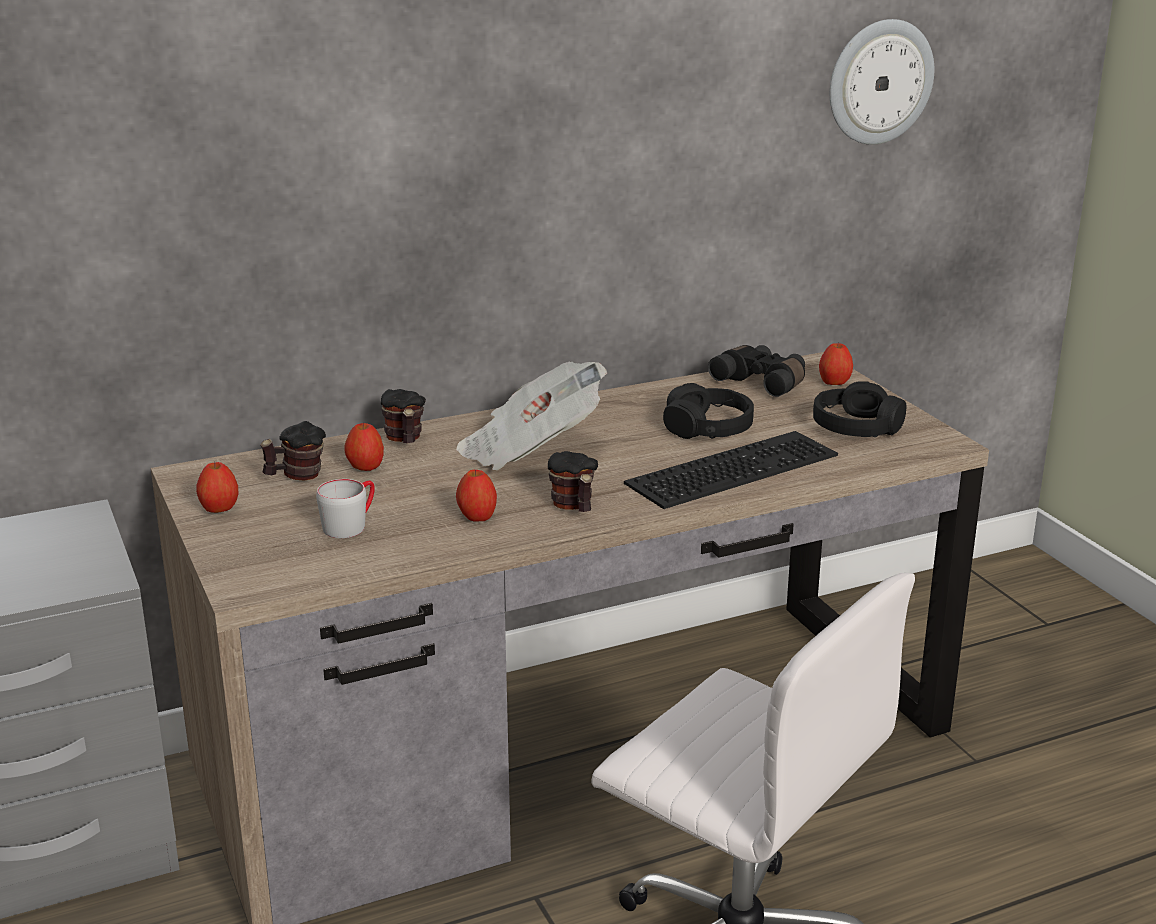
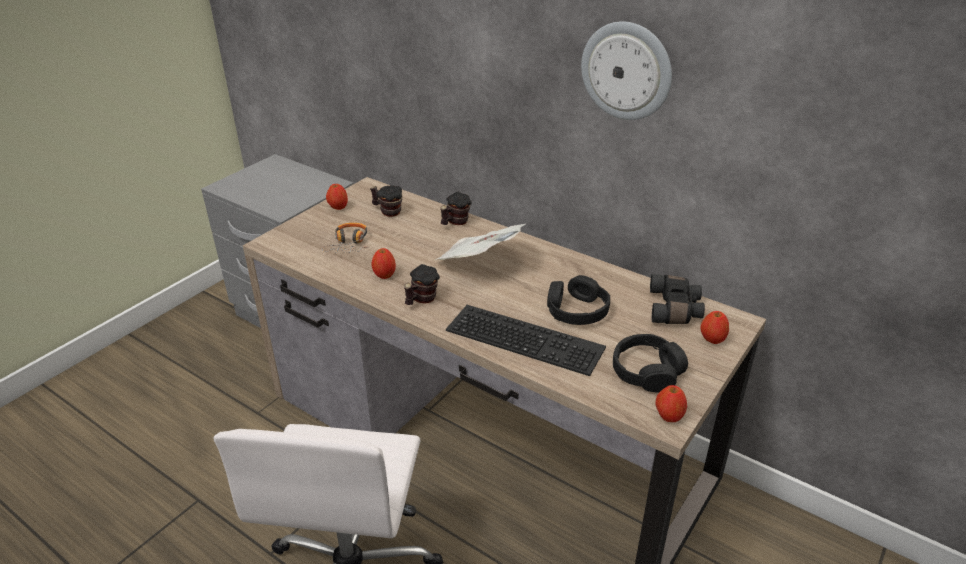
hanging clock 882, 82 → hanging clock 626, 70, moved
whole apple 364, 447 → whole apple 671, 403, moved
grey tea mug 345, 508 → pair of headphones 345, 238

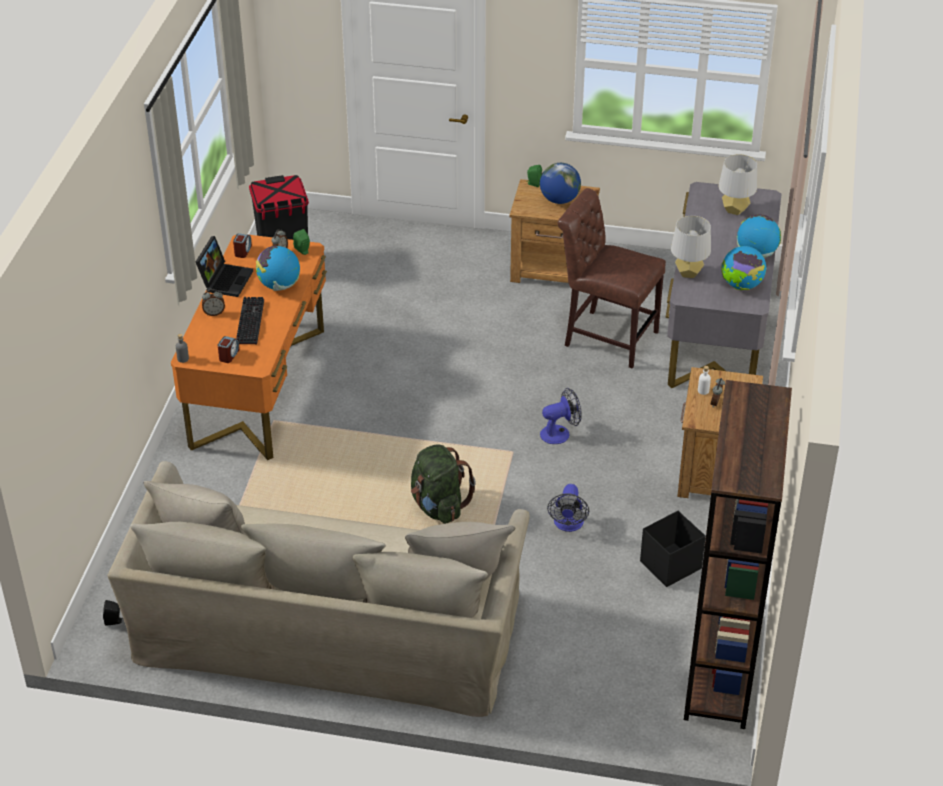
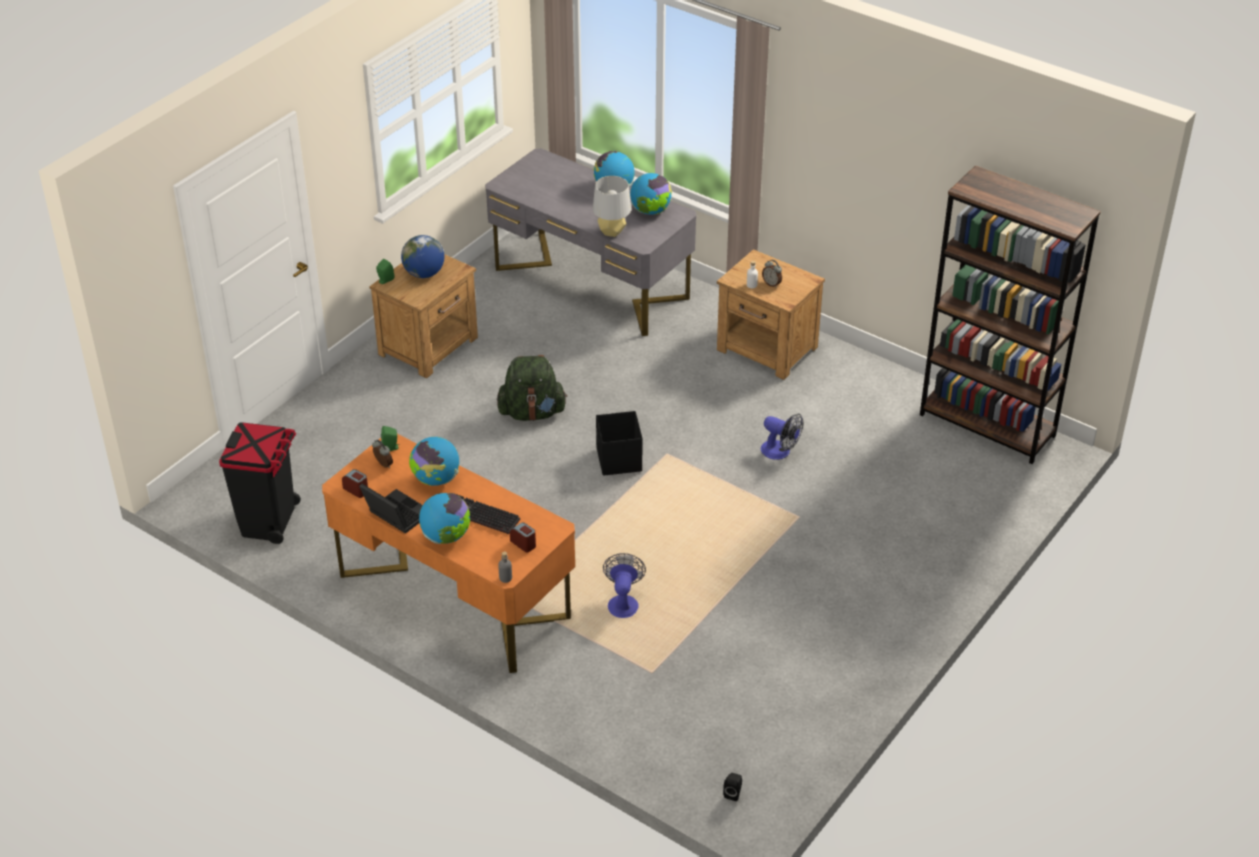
grey tabletop lamp 738, 184 → -
brown upright chair 612, 278 → -
bedside clock 213, 302 → desk globe 444, 518
cooling fan 561, 416 → cooling fan 624, 585, moved
green rucksack 443, 484 → green rucksack 532, 388, moved
beige-coloured sofa 319, 589 → -
black storage container 673, 549 → black storage container 619, 443, moved

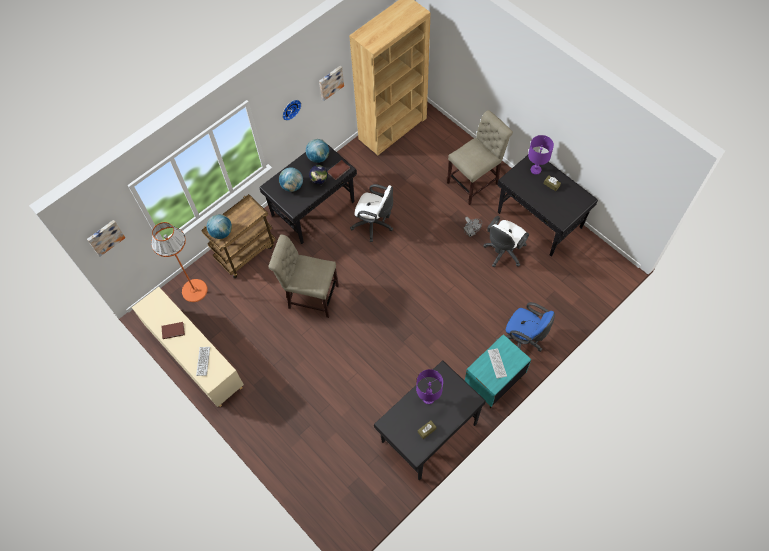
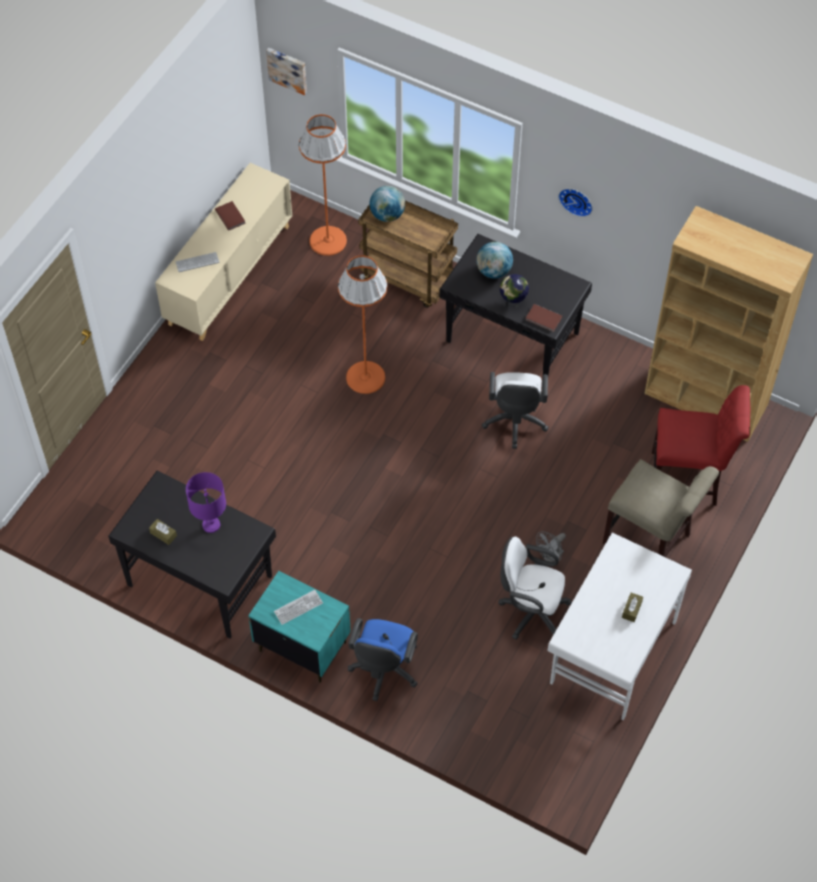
wall art 331, 83 → -
purple tabletop lamp 541, 155 → -
desk globe 317, 151 → -
black desk unit 547, 206 → whitish desk unit 619, 626
beige-coloured upright chair 303, 276 → orange-coloured standard lamp 362, 325
- → red-coloured upright chair 701, 445

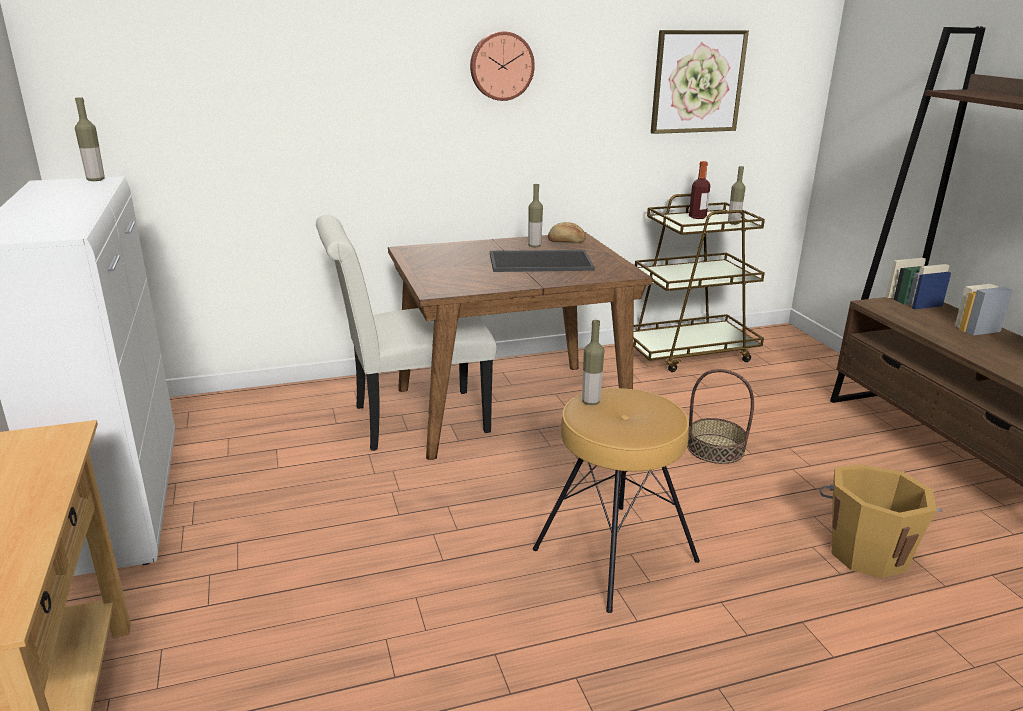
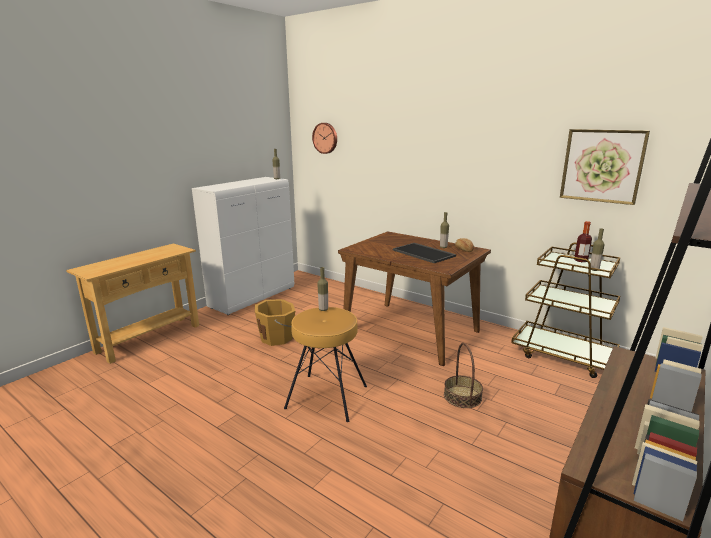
hanging clock 502, 66 → hanging clock 324, 138, moved
whitish upright chair 406, 333 → -
orange-coloured pail 881, 521 → orange-coloured pail 275, 322, moved

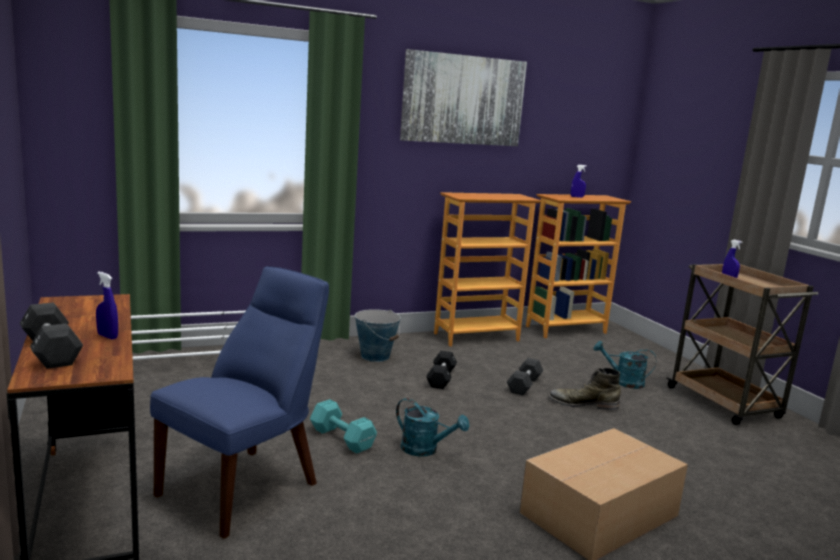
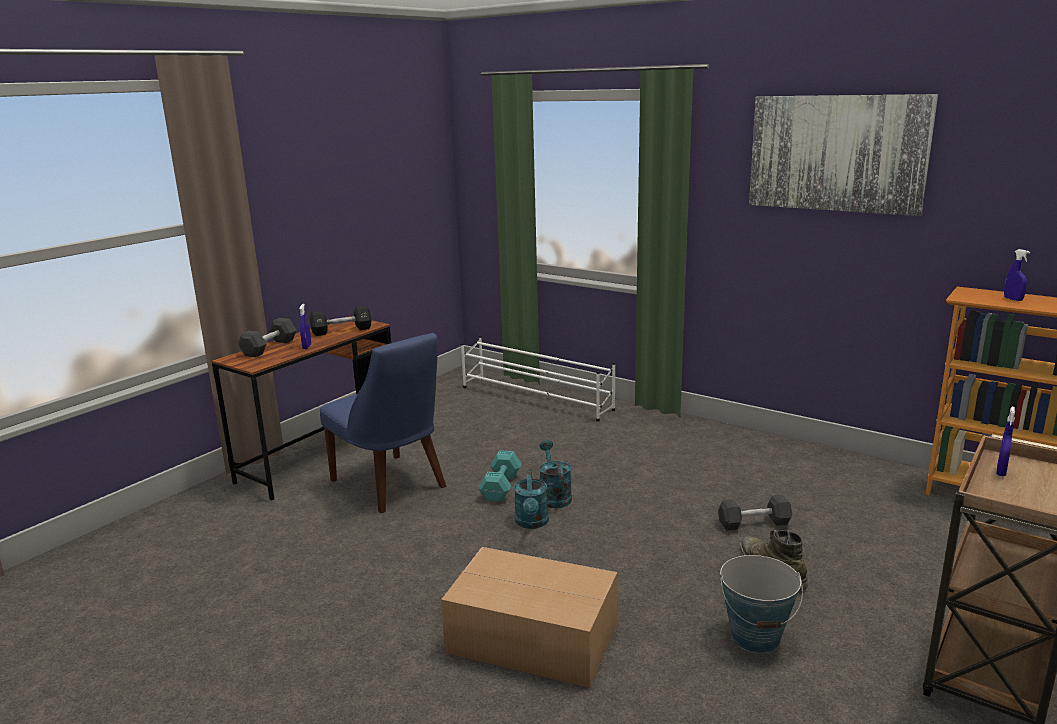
shelving unit 487, 269 → -
bluish upright chair 239, 402 → bluish upright chair 383, 423, 45 degrees clockwise
pail 378, 335 → pail 761, 604, moved
blue-green watering pot 624, 365 → blue-green watering pot 555, 474, moved
black dumbbell 441, 370 → black dumbbell 340, 320, moved

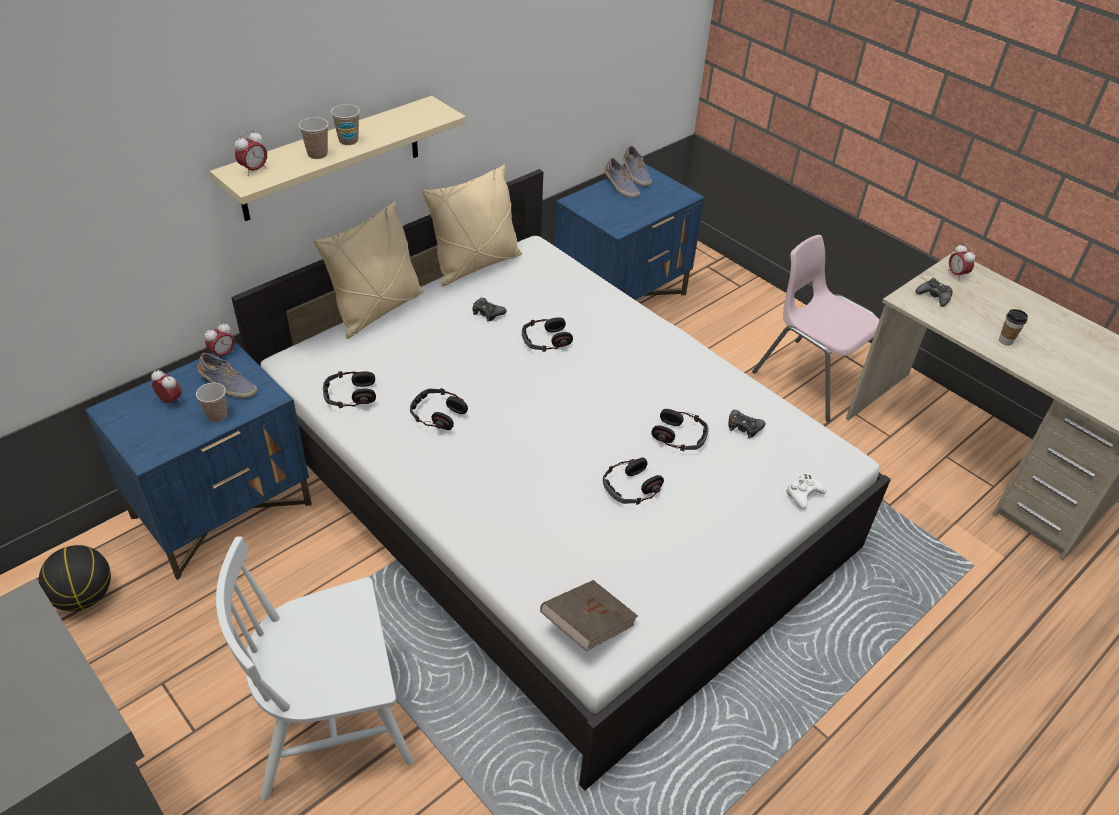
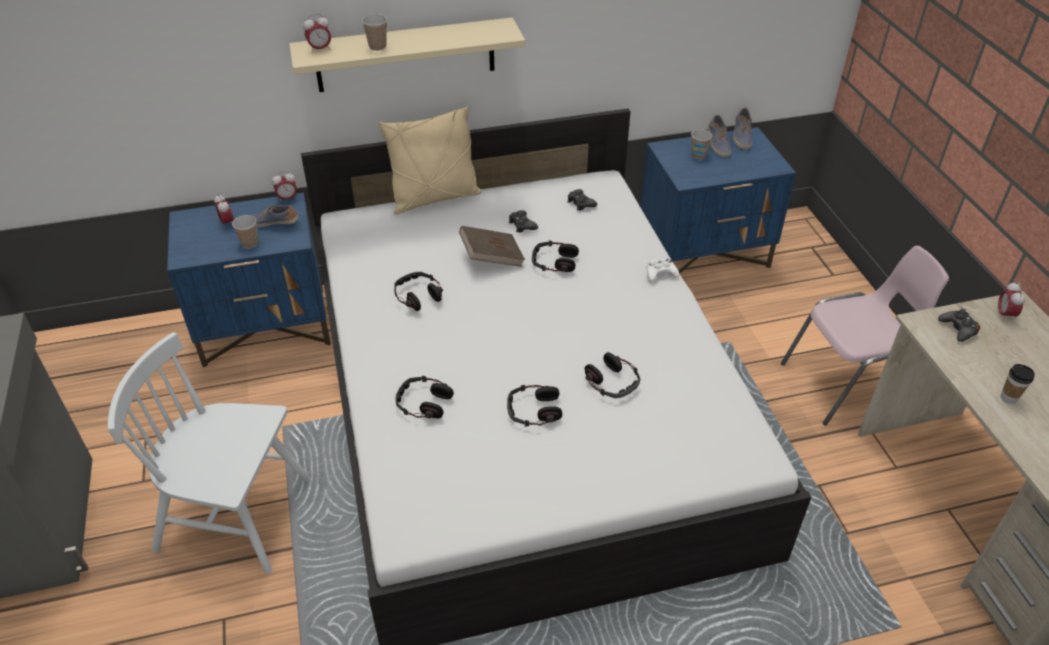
cup 345, 124 → cup 701, 144, moved
beige-coloured throw pillow 472, 226 → -
pink-coloured upright chair 816, 328 → pink-coloured upright chair 865, 336, 90 degrees clockwise
low shoe 227, 375 → low shoe 275, 216, 135 degrees clockwise
pair of headphones 349, 389 → pair of headphones 424, 397, moved
black joypad 747, 424 → black joypad 582, 200, moved
whitish joypad 806, 492 → whitish joypad 663, 270, moved
ball for basketball 75, 578 → -
brown volume 589, 615 → brown volume 492, 246, moved

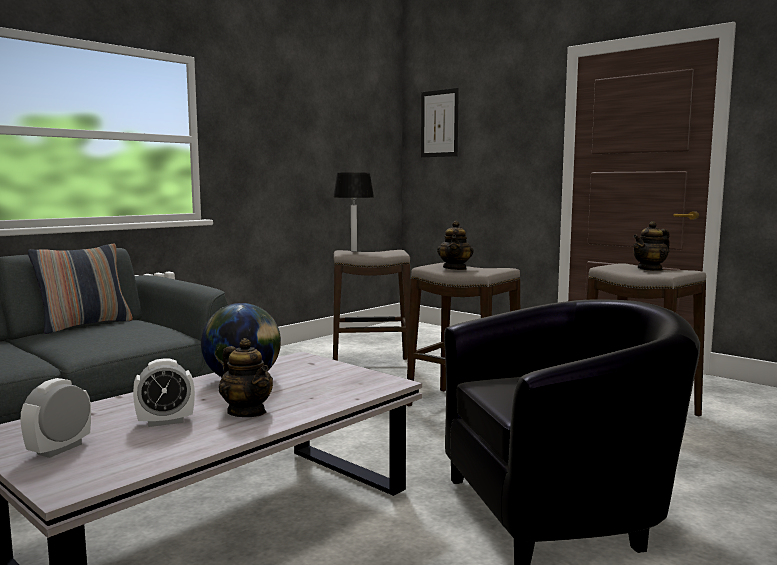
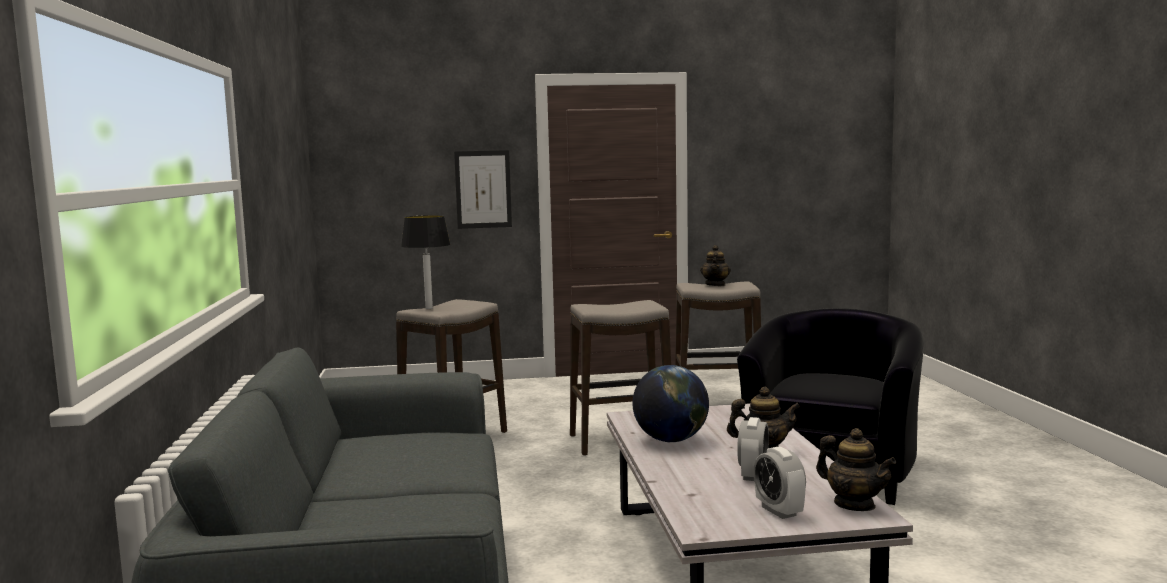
wall art 440, 122 → wall art 483, 189, moved
teapot 455, 245 → teapot 856, 469, moved
throw pillow 80, 289 → -

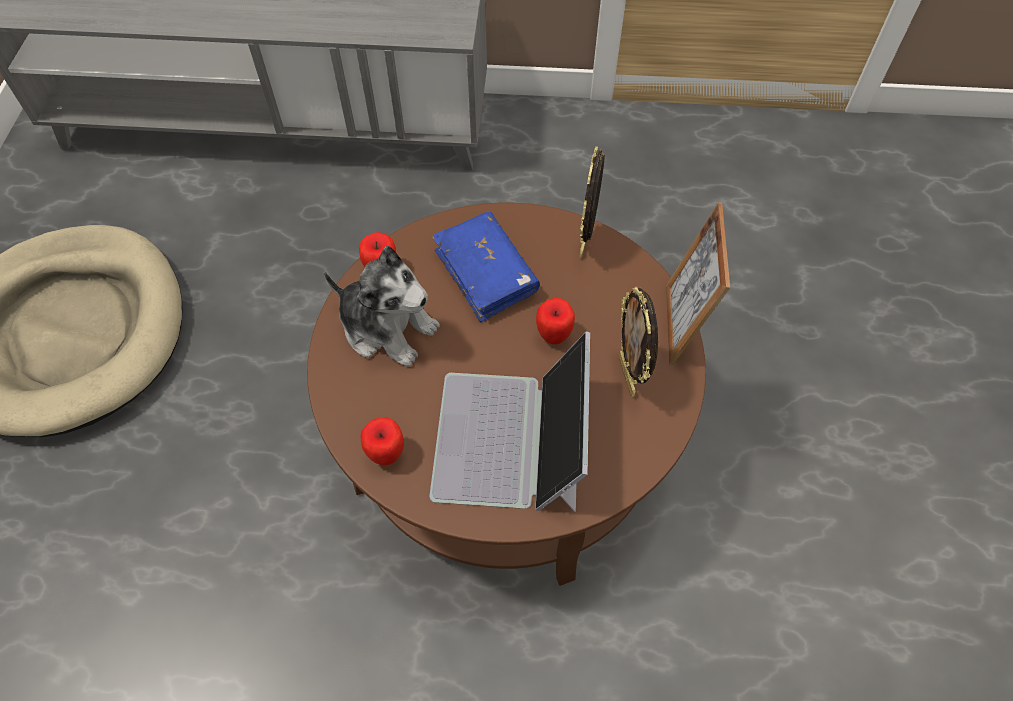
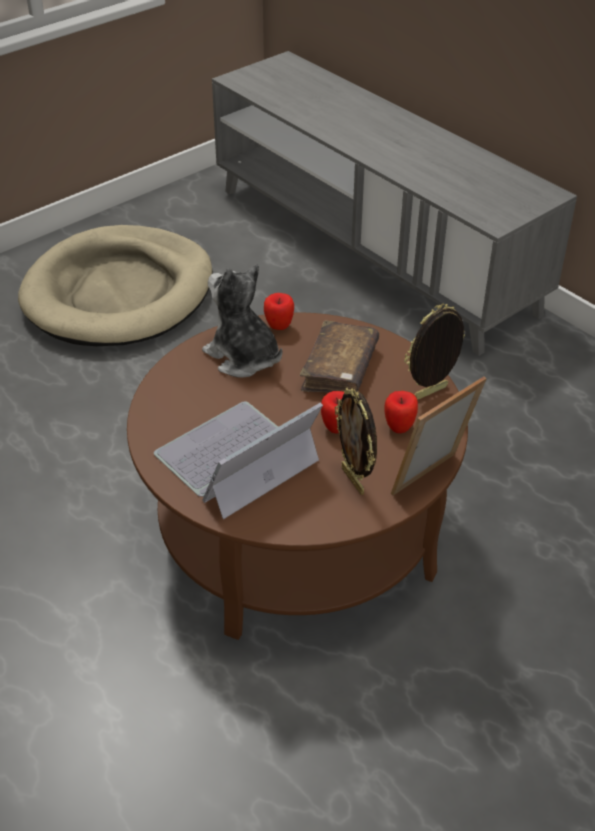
bluish volume 486, 267 → brown volume 339, 356
plush toy 382, 306 → plush toy 242, 321, 150 degrees clockwise
standing frame 638, 342 → standing frame 356, 441, 60 degrees counterclockwise
whole apple 382, 441 → whole apple 401, 412, moved

